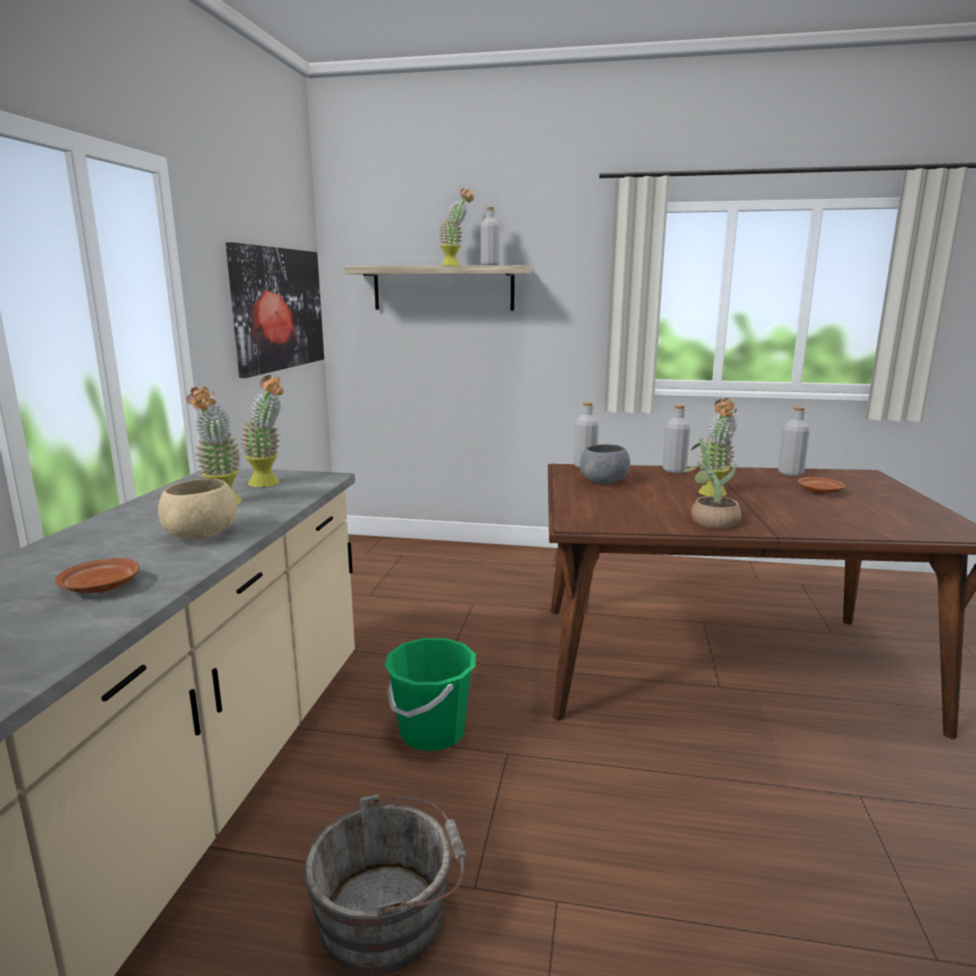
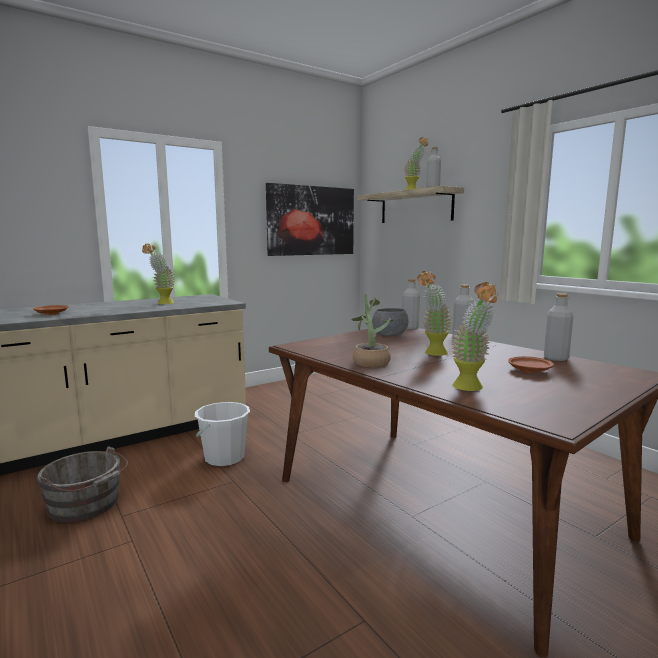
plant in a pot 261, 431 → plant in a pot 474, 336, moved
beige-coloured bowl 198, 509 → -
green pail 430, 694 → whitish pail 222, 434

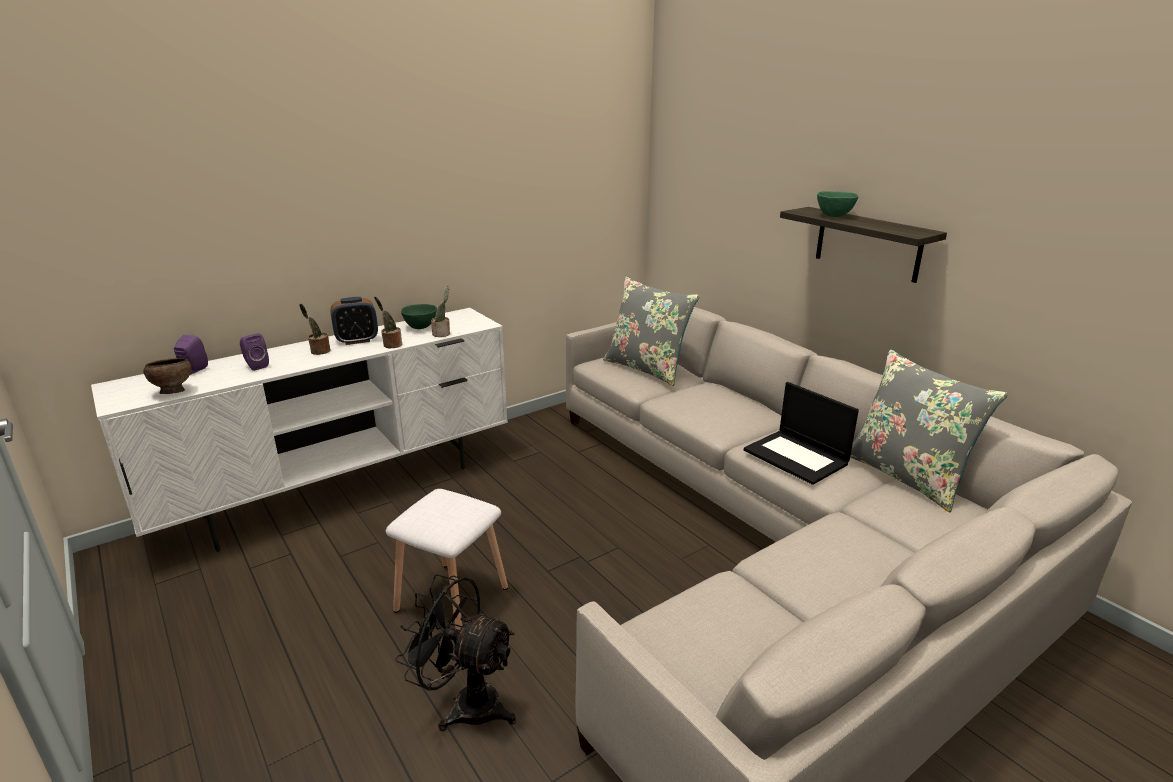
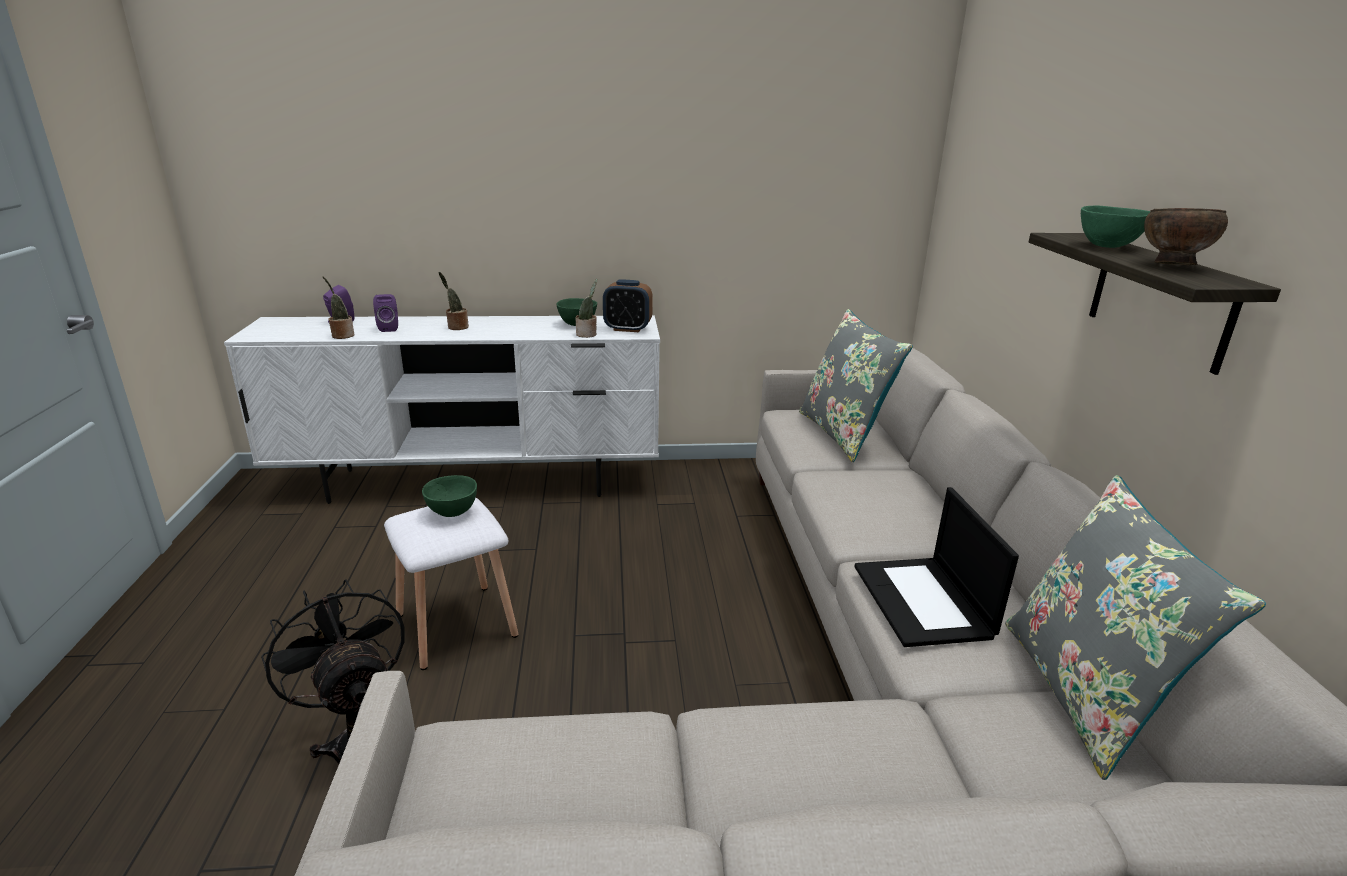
plant in a pot 388, 322 → plant in a pot 338, 307, moved
bedside clock 354, 321 → bedside clock 628, 306, moved
brown bowl 167, 376 → brown bowl 1186, 236, moved
- → green bowl 449, 496

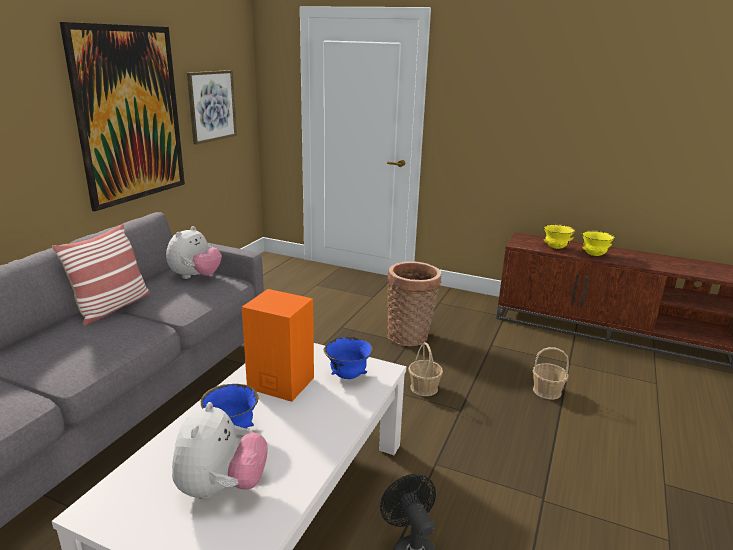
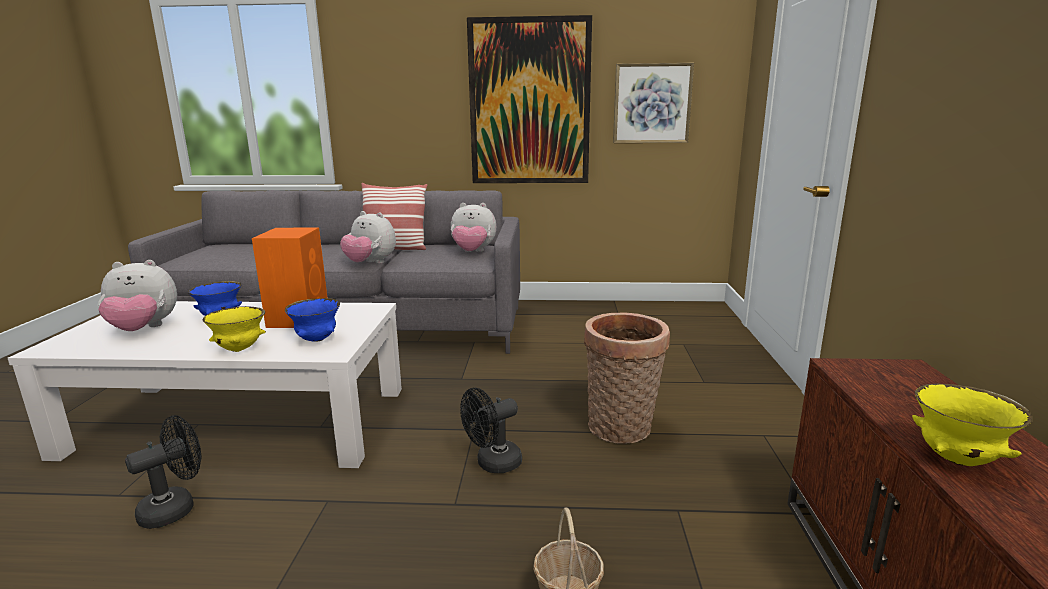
yellowish bowl 559, 236 → yellowish bowl 234, 329, moved
basket 425, 369 → black cooling fan 491, 430
- → plush toy 368, 237

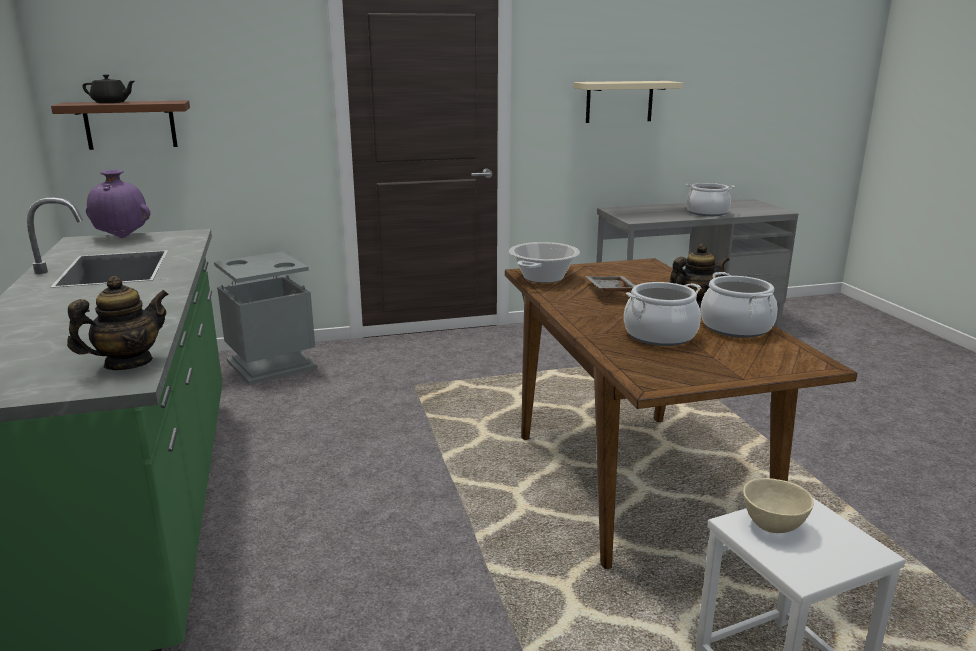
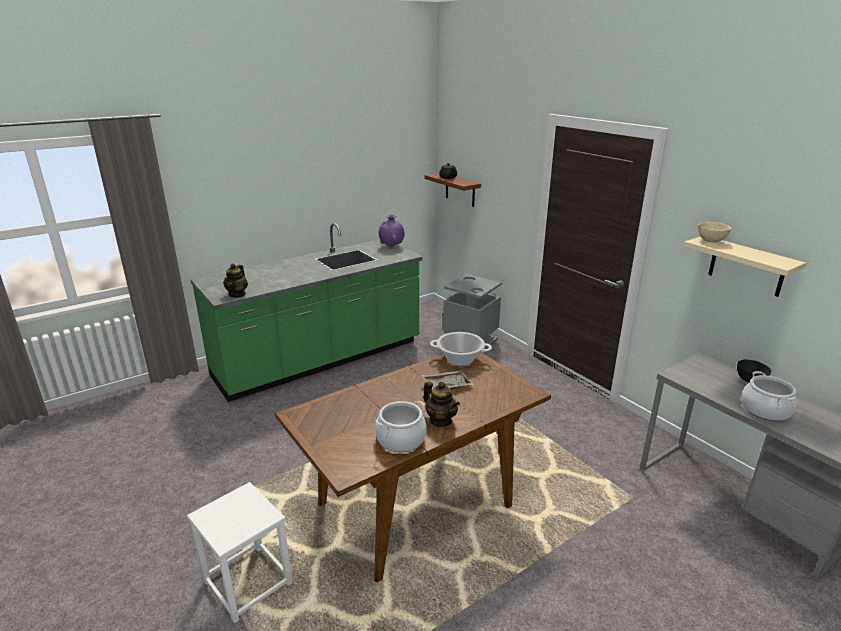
teapot 118, 323 → teapot 235, 280, 75 degrees clockwise
saucepot 662, 314 → -
beige-coloured bowl 778, 505 → beige-coloured bowl 714, 232, moved
- → black bowl 754, 371

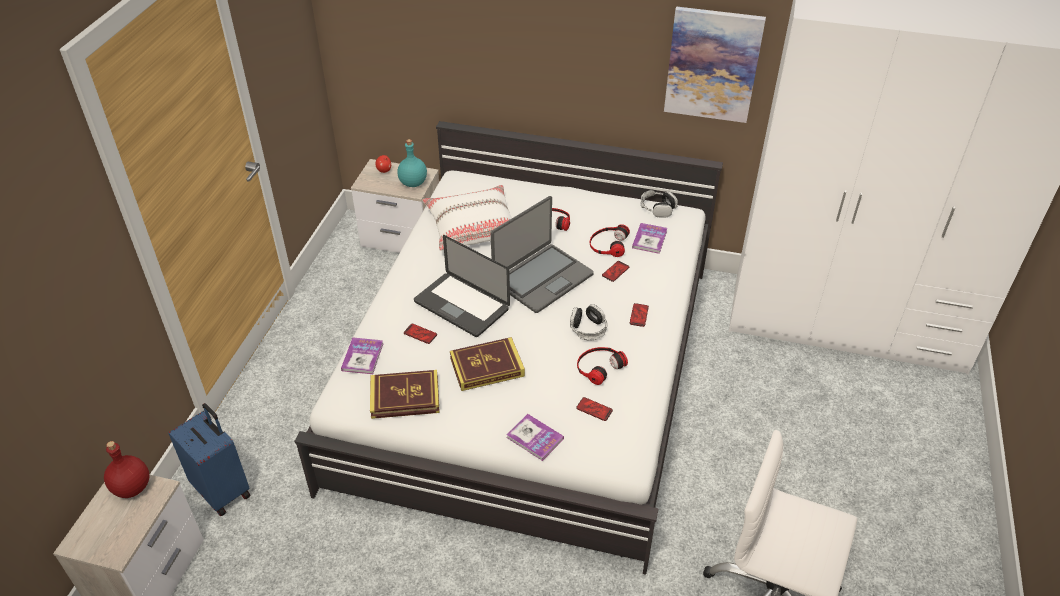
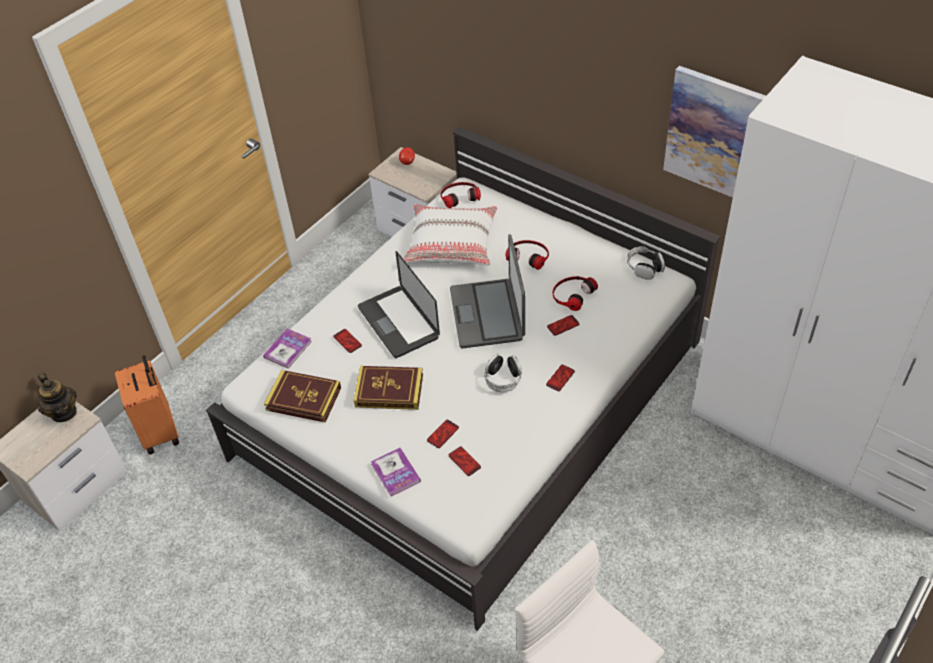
blue-green bottle 412, 163 → -
portable computer 542, 254 → portable computer 487, 291, 105 degrees clockwise
volume 649, 238 → -
pair of headphones 602, 366 → pair of headphones 460, 195, moved
bluish travel case 209, 459 → orange-coloured travel case 147, 405
red-coloured bottle 126, 469 → teapot 57, 397
- → phone 443, 434

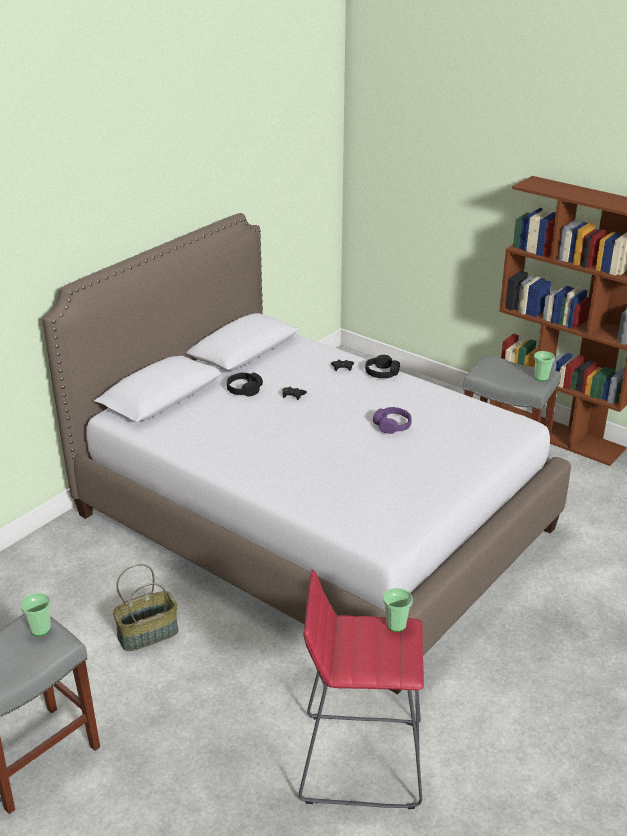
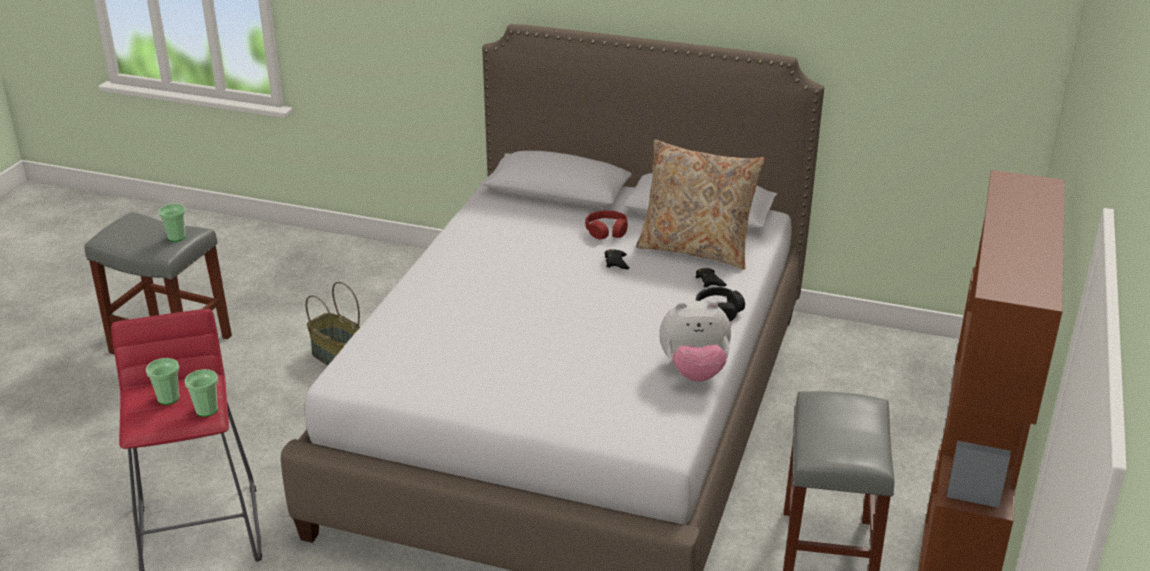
cup 544, 366 → cup 163, 381, moved
black pair of headphones 245, 384 → red-coloured pair of headphones 606, 224
purple pair of headphones 392, 420 → -
- → beige-coloured throw pillow 700, 204
- → plush toy 695, 341

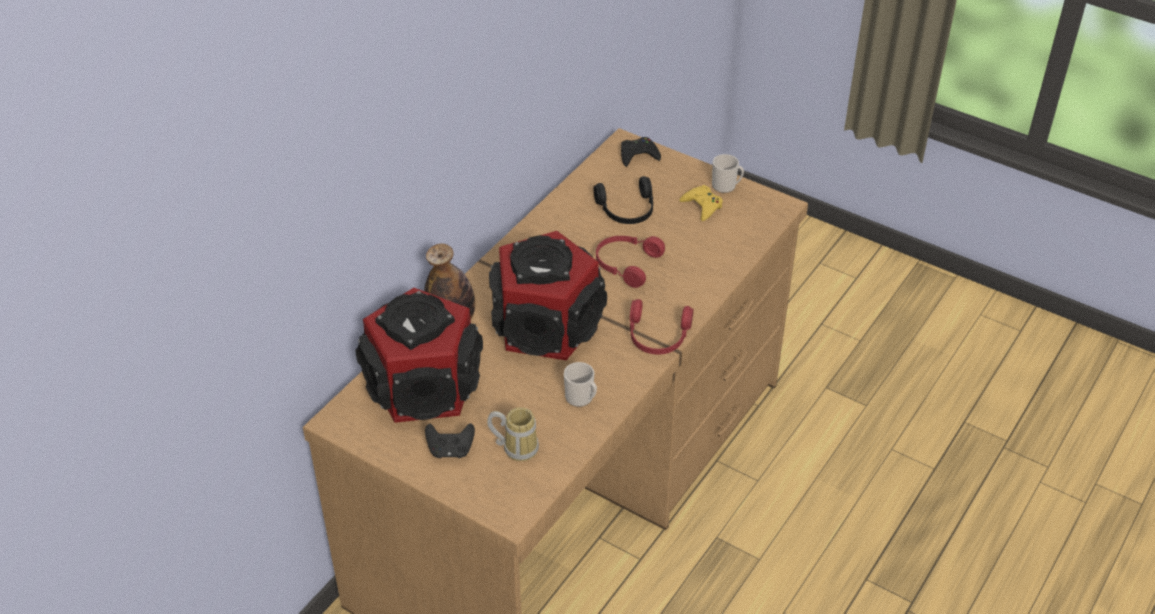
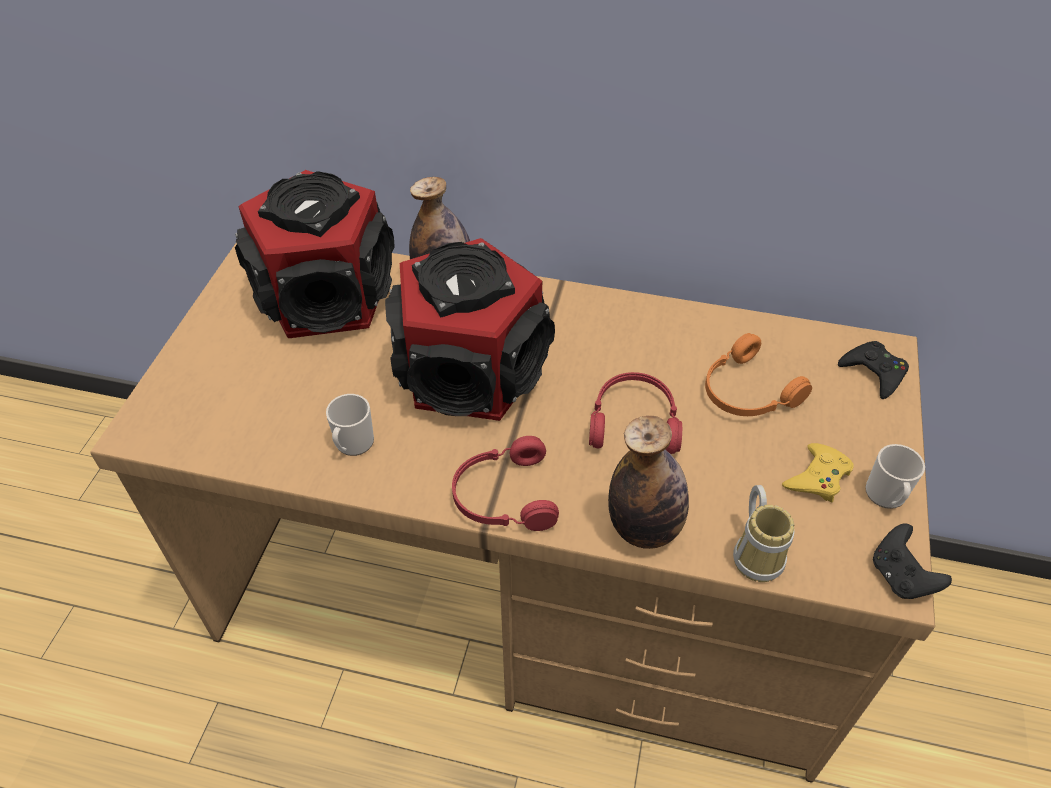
black pair of headphones 623, 200 → orange-coloured pair of headphones 758, 374
tea mug 513, 434 → tea mug 763, 533, moved
black joypad 450, 440 → black joypad 912, 561, moved
- → bottle 648, 482

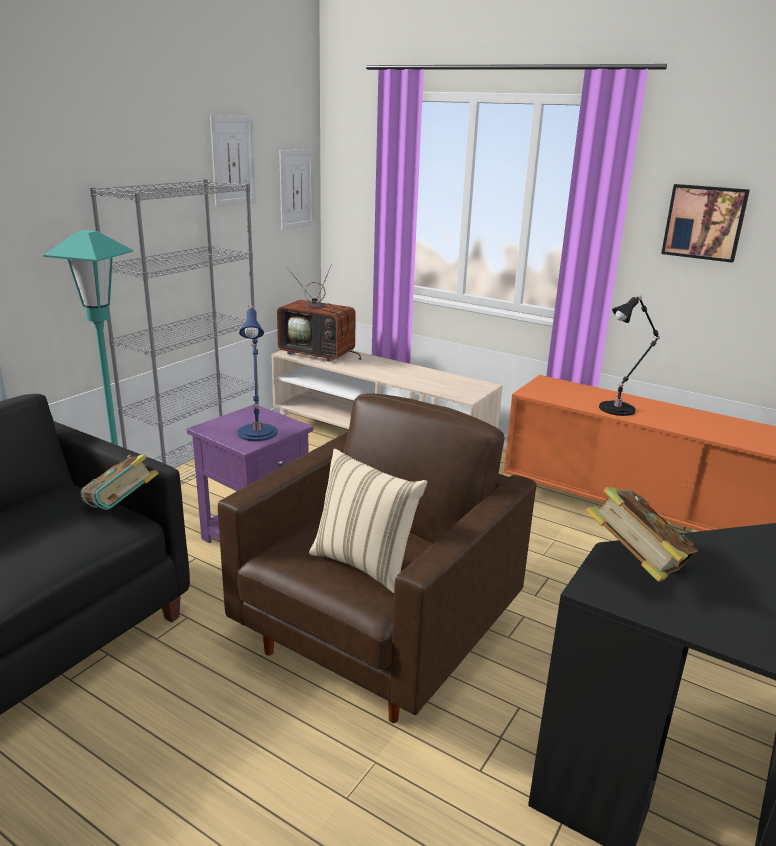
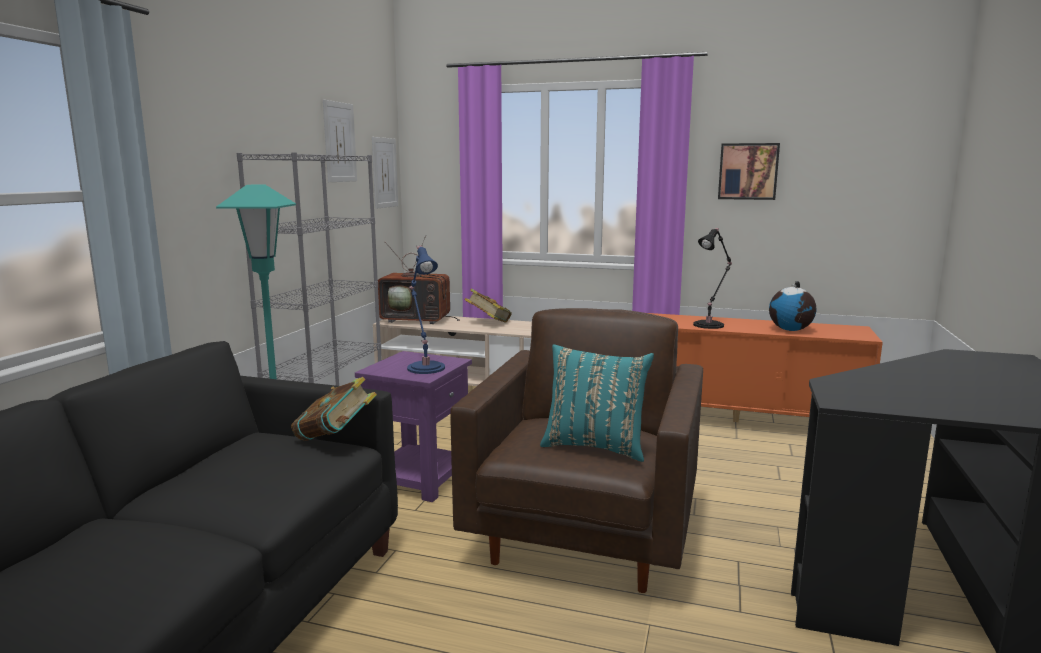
beige-coloured throw pillow 368, 521 → blue-green throw pillow 597, 403
volume 642, 534 → volume 488, 305, moved
- → desk globe 793, 306

